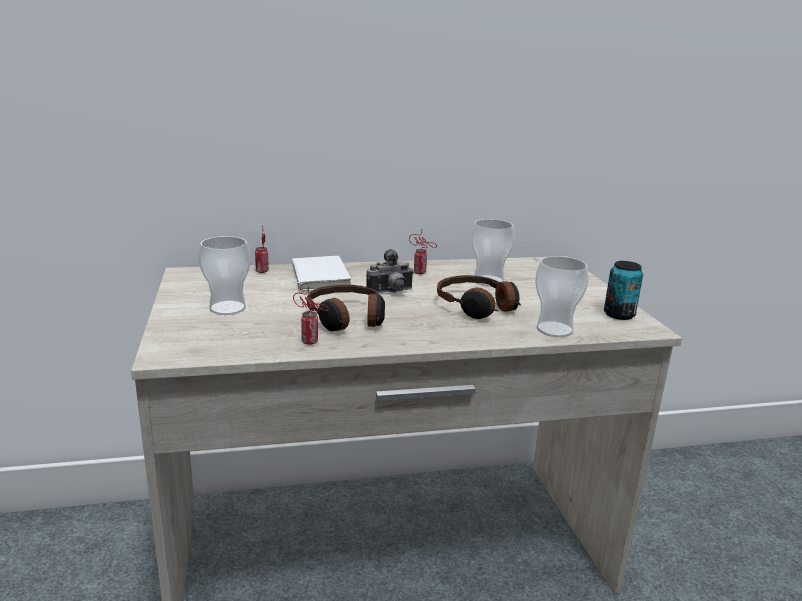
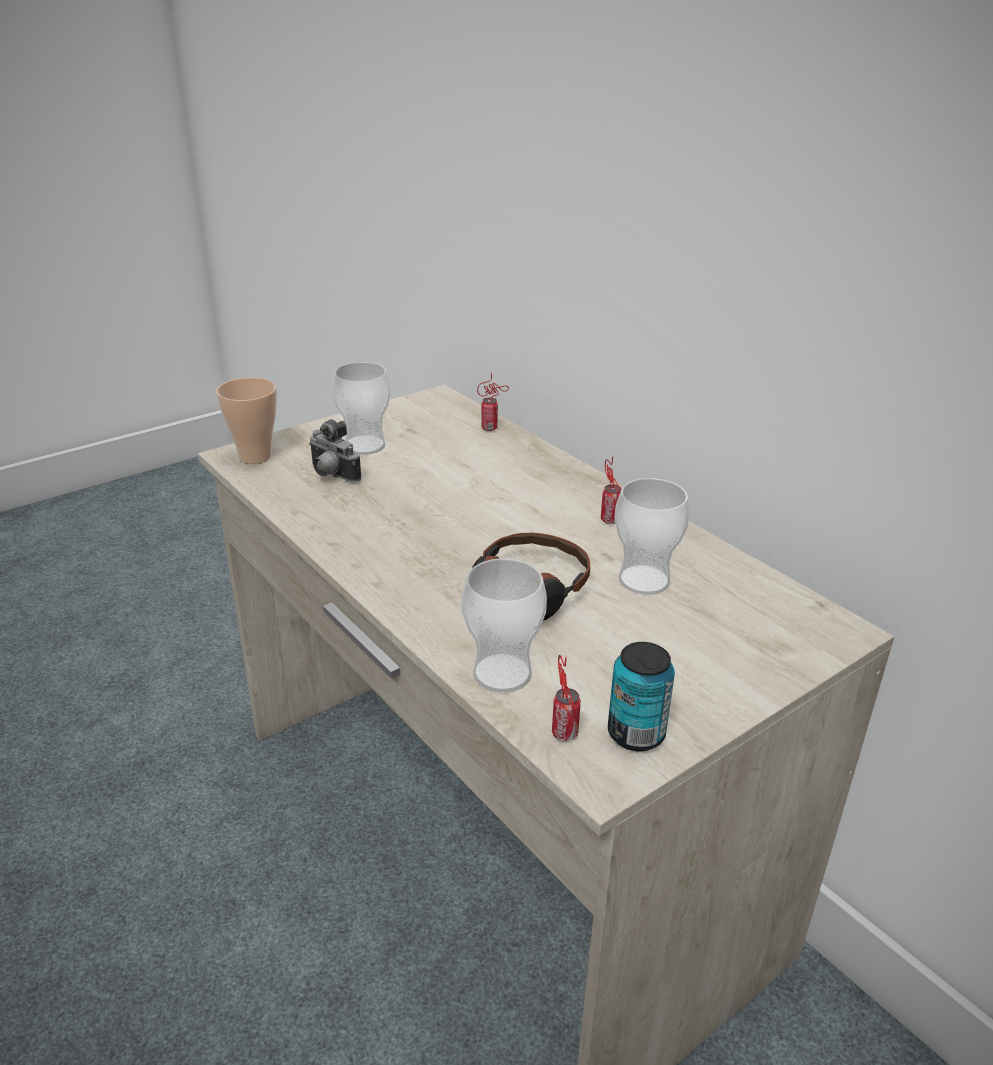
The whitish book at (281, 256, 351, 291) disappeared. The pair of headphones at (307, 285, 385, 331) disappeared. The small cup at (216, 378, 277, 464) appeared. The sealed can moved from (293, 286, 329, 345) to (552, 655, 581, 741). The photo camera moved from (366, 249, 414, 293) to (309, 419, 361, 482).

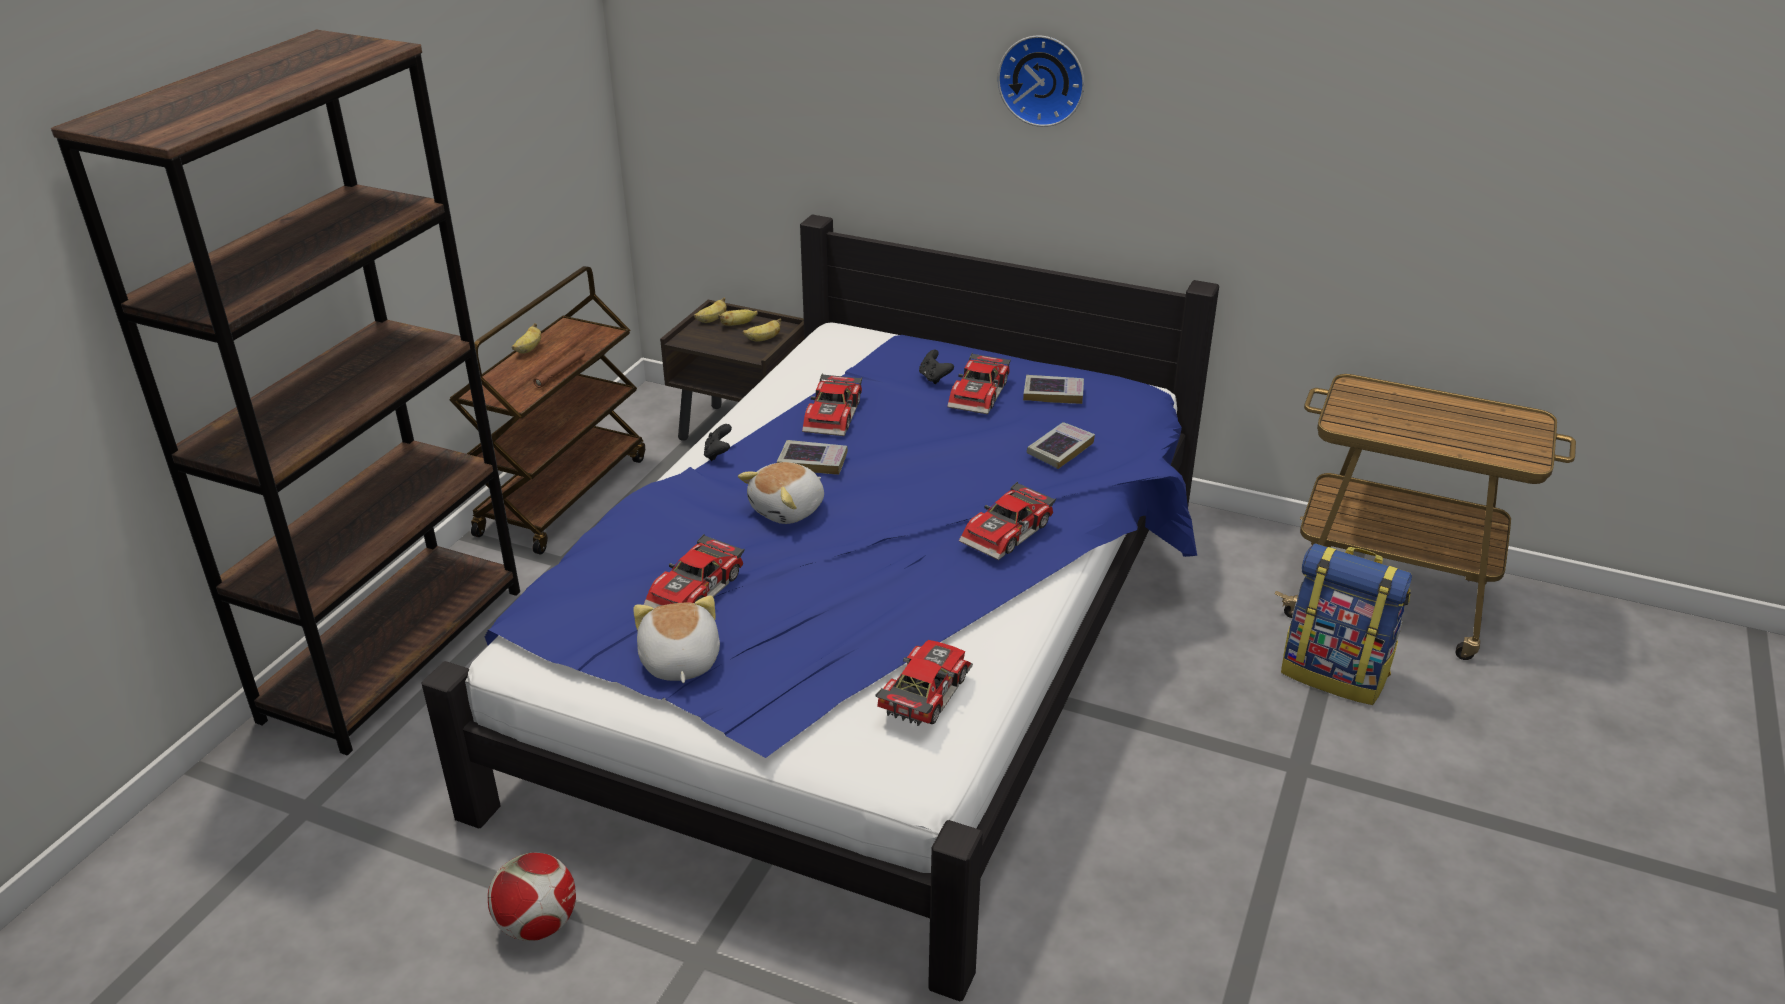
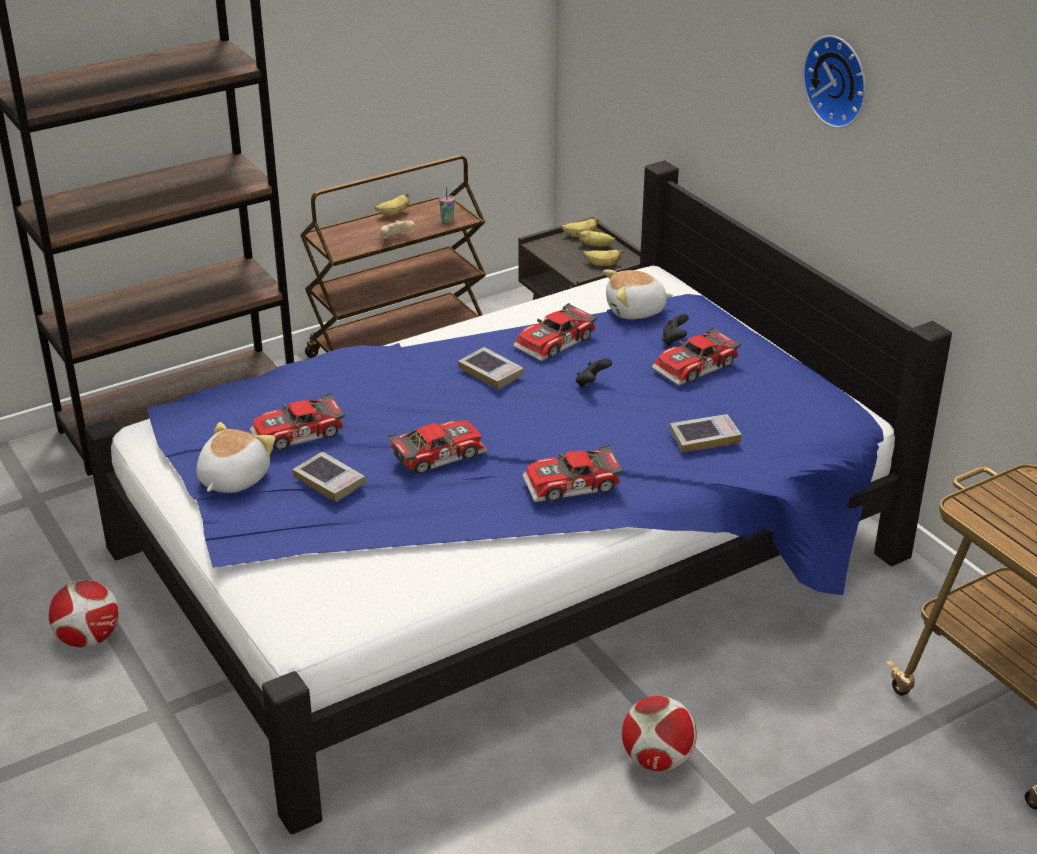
The knapsack at (1281, 543, 1412, 705) disappeared. The small cup at (439, 187, 454, 223) appeared. The ball for football at (622, 696, 697, 772) appeared. The black gamepad moved from (704, 424, 732, 461) to (576, 358, 612, 387). The soft toy moved from (738, 462, 824, 524) to (603, 269, 673, 319). The model car moved from (875, 640, 973, 726) to (387, 420, 488, 474). The book moved from (1023, 375, 1084, 404) to (292, 452, 366, 502). The brown flashlight at (533, 350, 585, 388) was replaced by the beige gamepad at (380, 220, 415, 239).

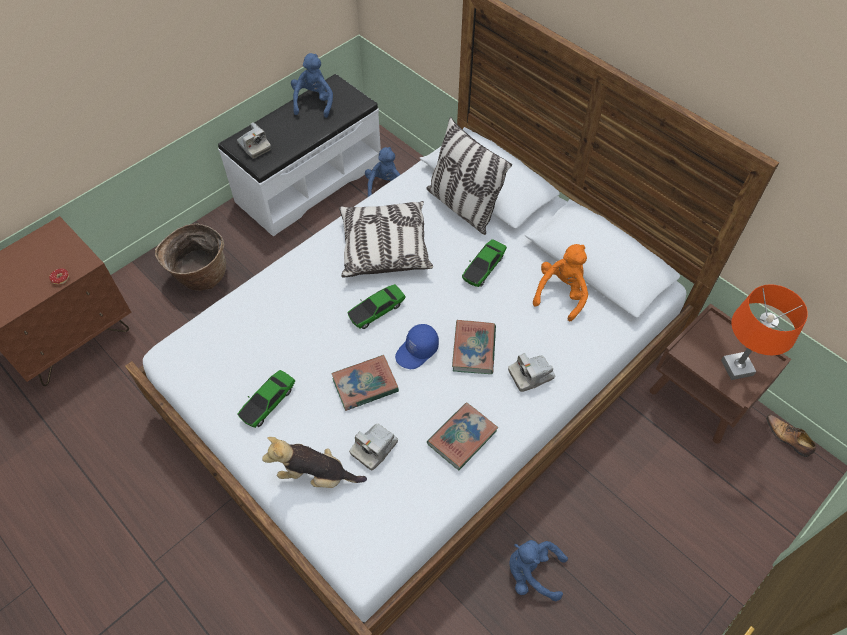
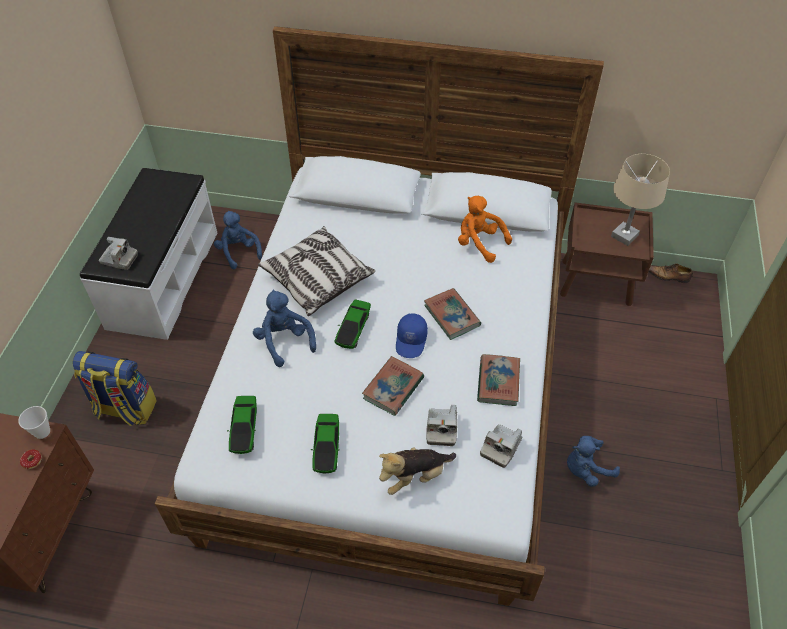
The pillow at (426, 117, 512, 235) disappeared. The small cup at (18, 406, 50, 439) appeared. The blue soft toy moved from (291, 53, 333, 118) to (253, 290, 316, 367). The model car moved from (462, 239, 507, 287) to (227, 396, 257, 454). The photo camera moved from (508, 353, 555, 392) to (480, 424, 522, 468). The household basket at (155, 224, 226, 290) was replaced by the knapsack at (73, 351, 157, 426). The orangey lamp for a table at (721, 284, 808, 380) became the beige lamp for a table at (611, 154, 670, 246). The orangey soft toy at (533, 244, 588, 321) turned 45 degrees counterclockwise.

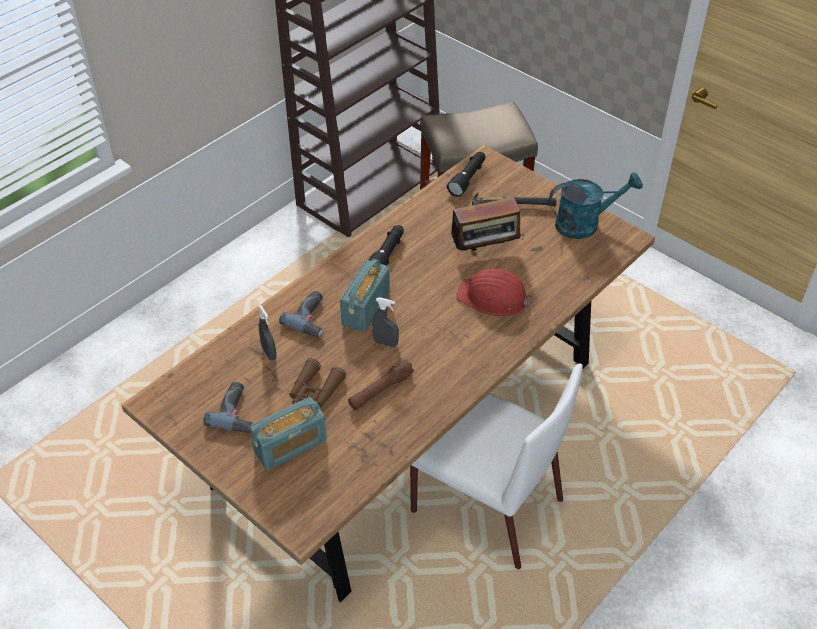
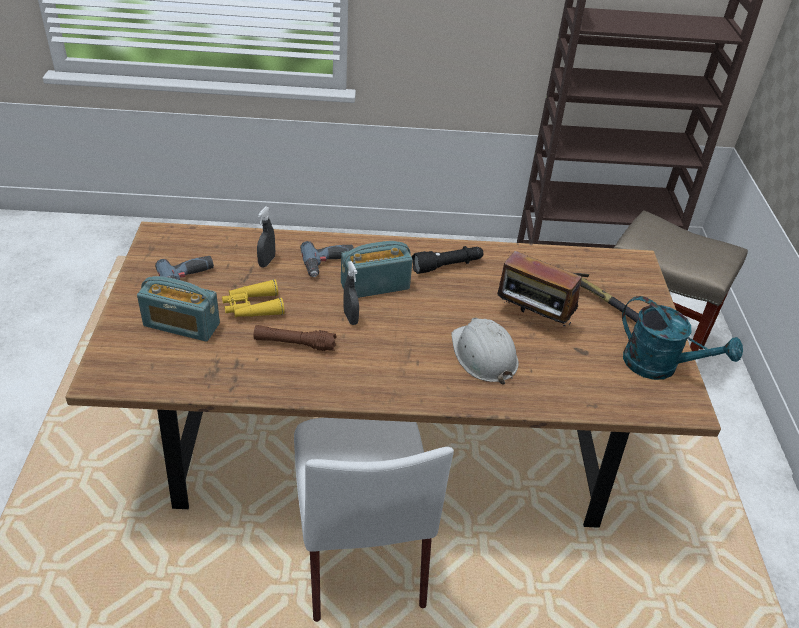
The black flashlight at (447, 152, 485, 197) disappeared. The brown binoculars at (289, 358, 346, 408) became the yellowish binoculars at (222, 279, 285, 318). The red work helmet at (456, 269, 533, 317) became the whitish work helmet at (451, 318, 519, 384).

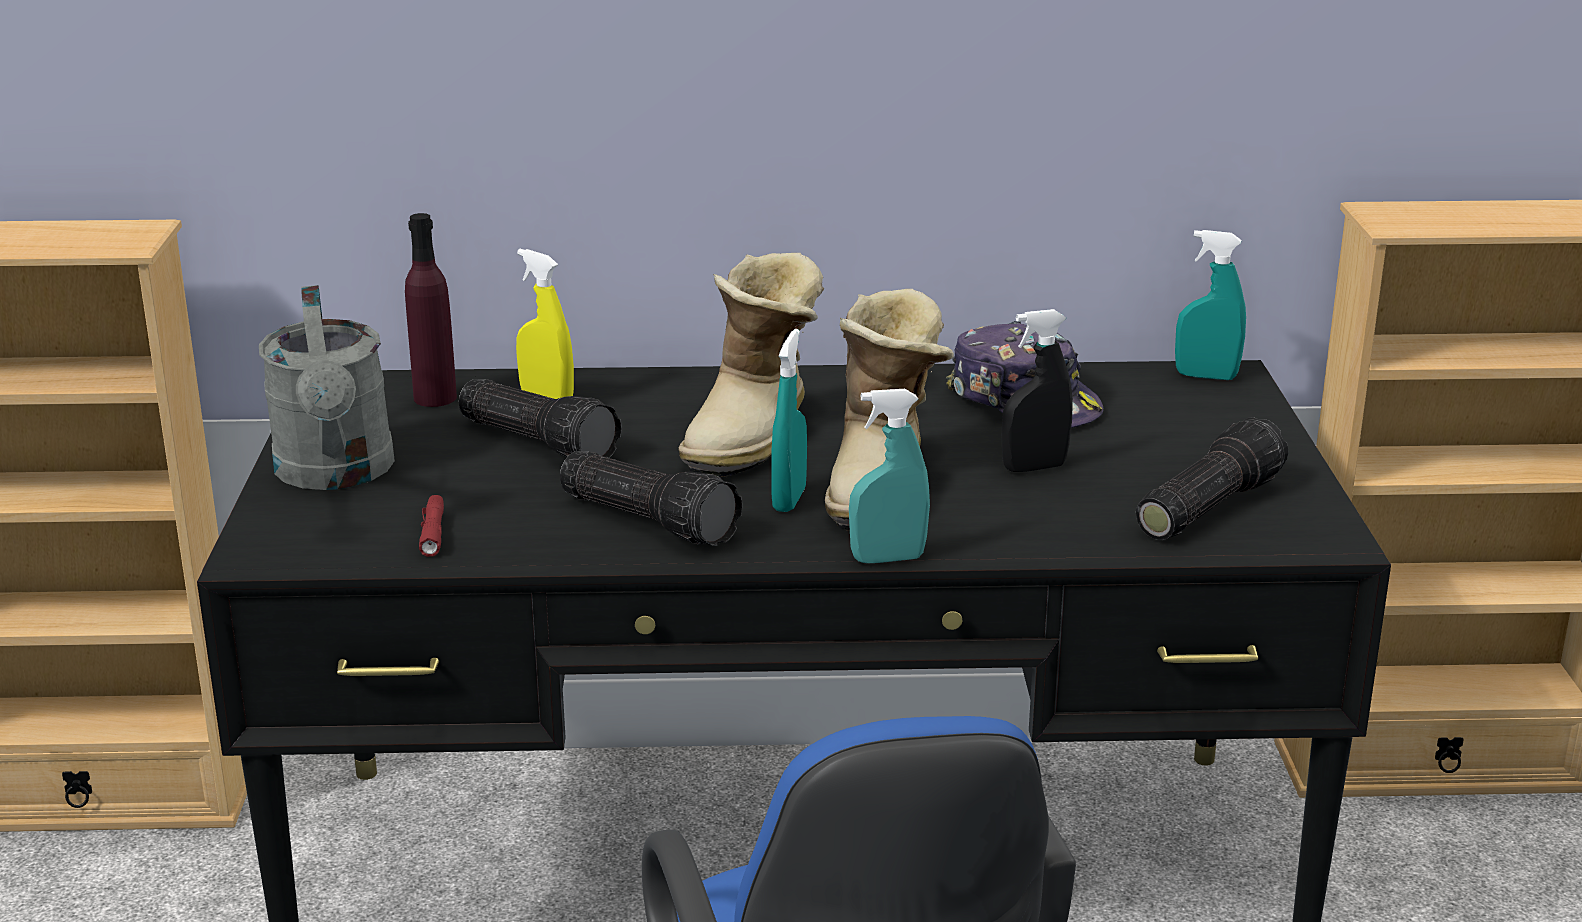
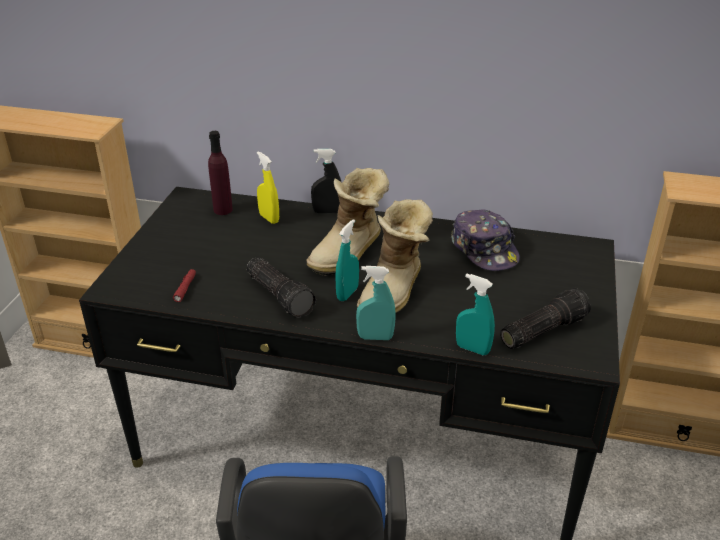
The grey watering pot at (259, 285, 395, 490) disappeared. The flashlight at (459, 379, 622, 458) disappeared. The black hand sprayer moved from (1001, 309, 1073, 472) to (311, 149, 341, 213). The turquoise-coloured hand sprayer moved from (1175, 230, 1246, 380) to (456, 273, 495, 355).

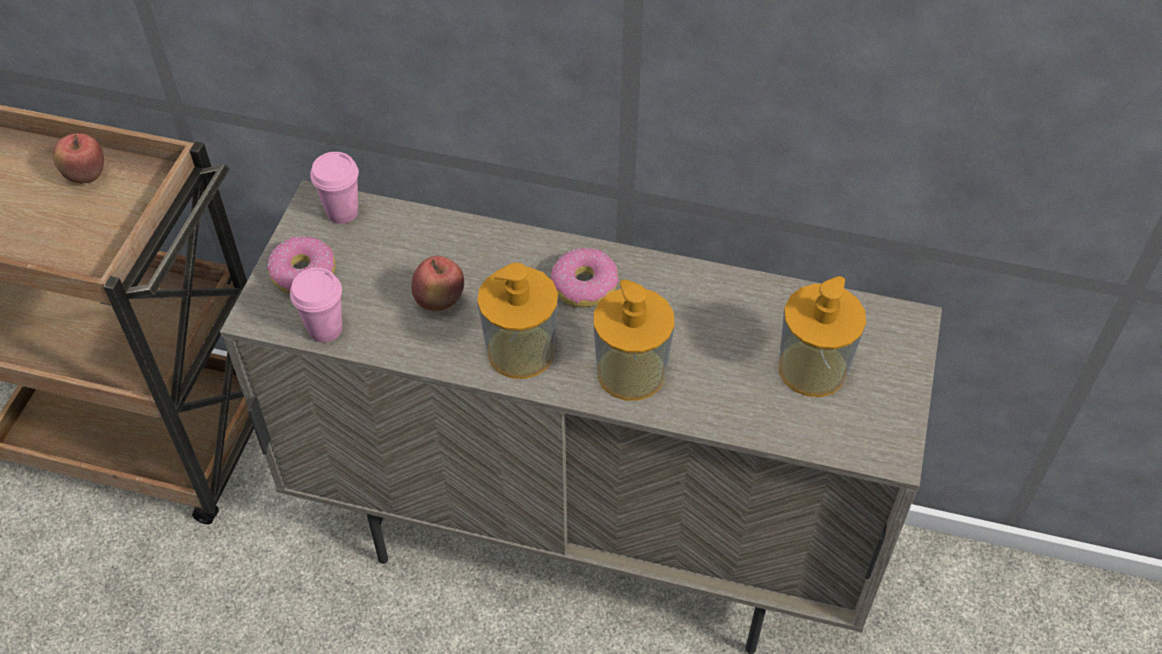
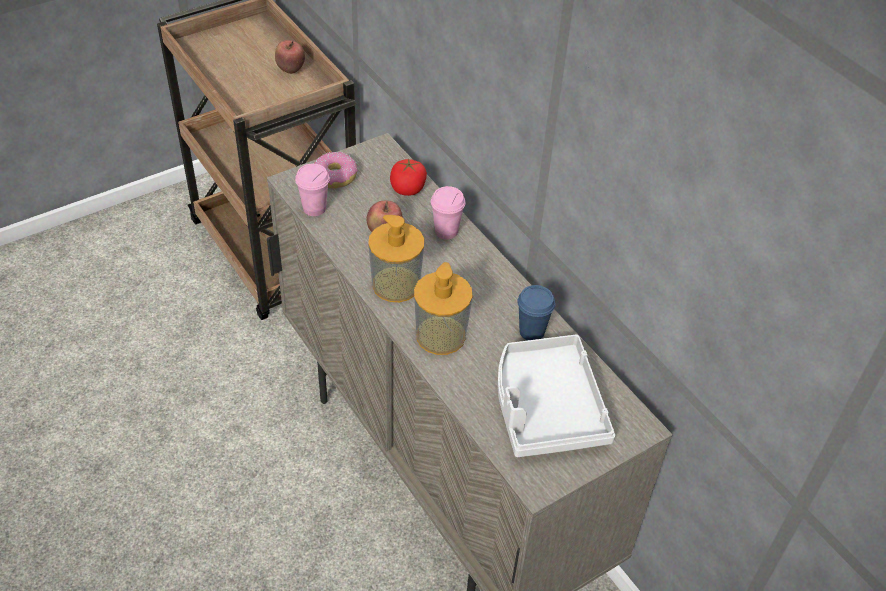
The donut at (551, 248, 619, 307) disappeared. The whole tomato at (390, 158, 427, 196) appeared. The blue small cup at (517, 285, 555, 340) appeared. The pink-coloured small cup moved from (310, 152, 359, 224) to (431, 186, 465, 239). The soap bottle at (779, 276, 866, 397) was replaced by the grey serving tray at (498, 335, 615, 457).

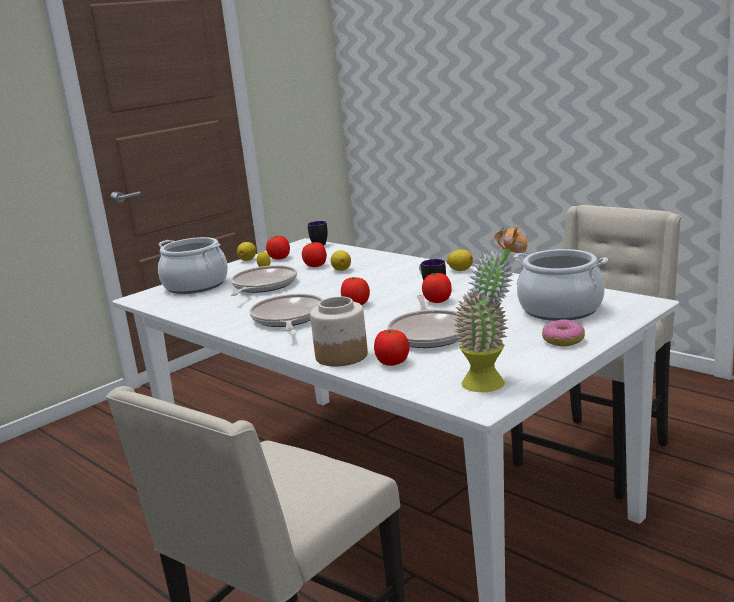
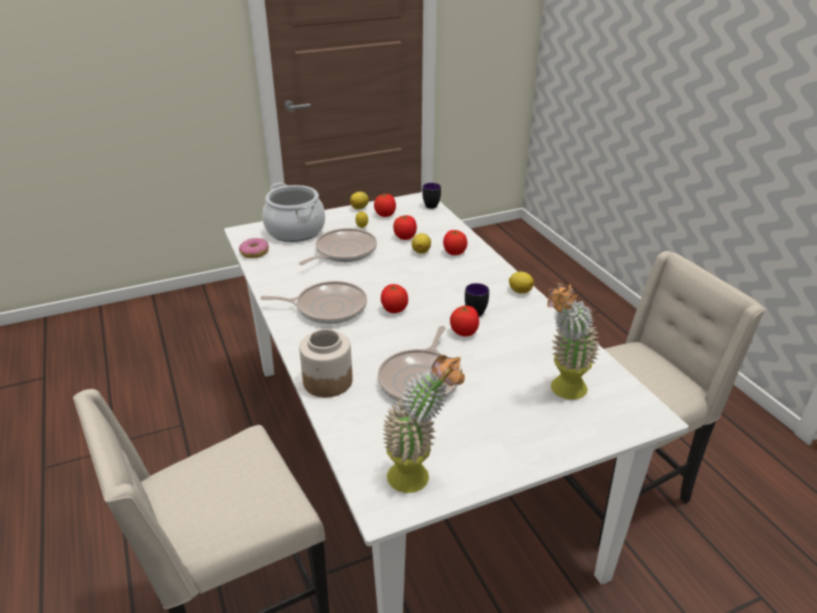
The whole tomato moved from (374, 329, 410, 366) to (443, 230, 467, 255). The donut moved from (542, 319, 585, 346) to (239, 238, 269, 258). The saucepot at (513, 249, 608, 321) was replaced by the plant in a pot at (546, 283, 600, 400). The pan at (249, 294, 323, 331) turned 75 degrees clockwise.

